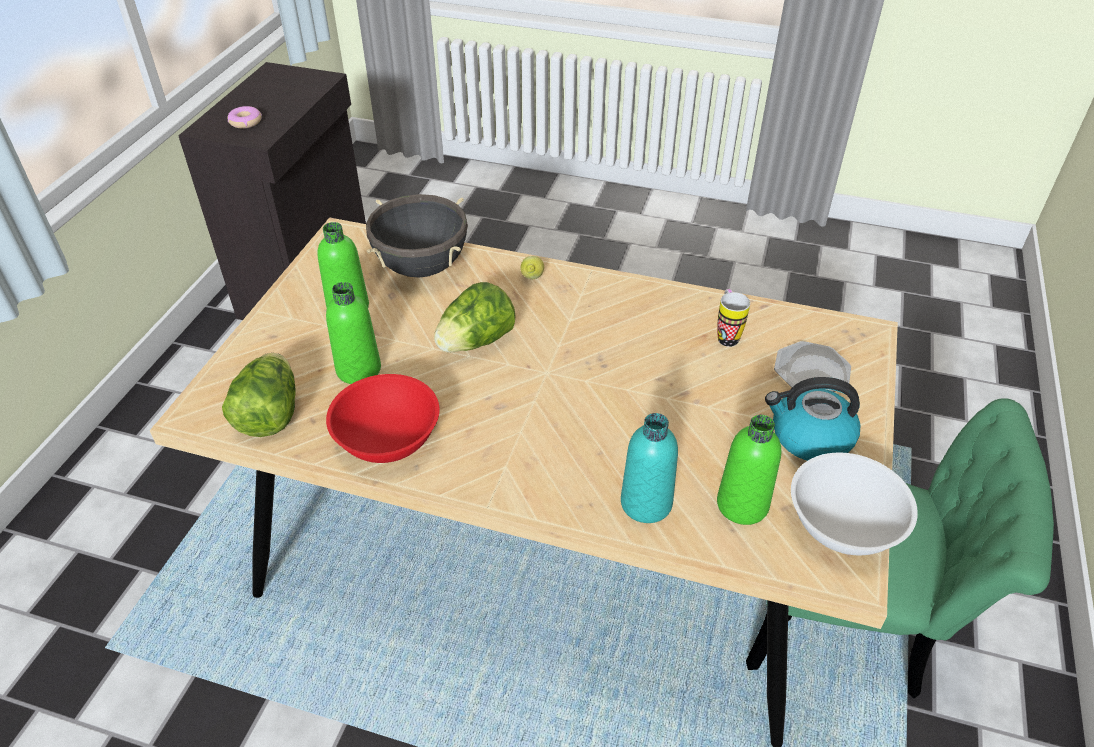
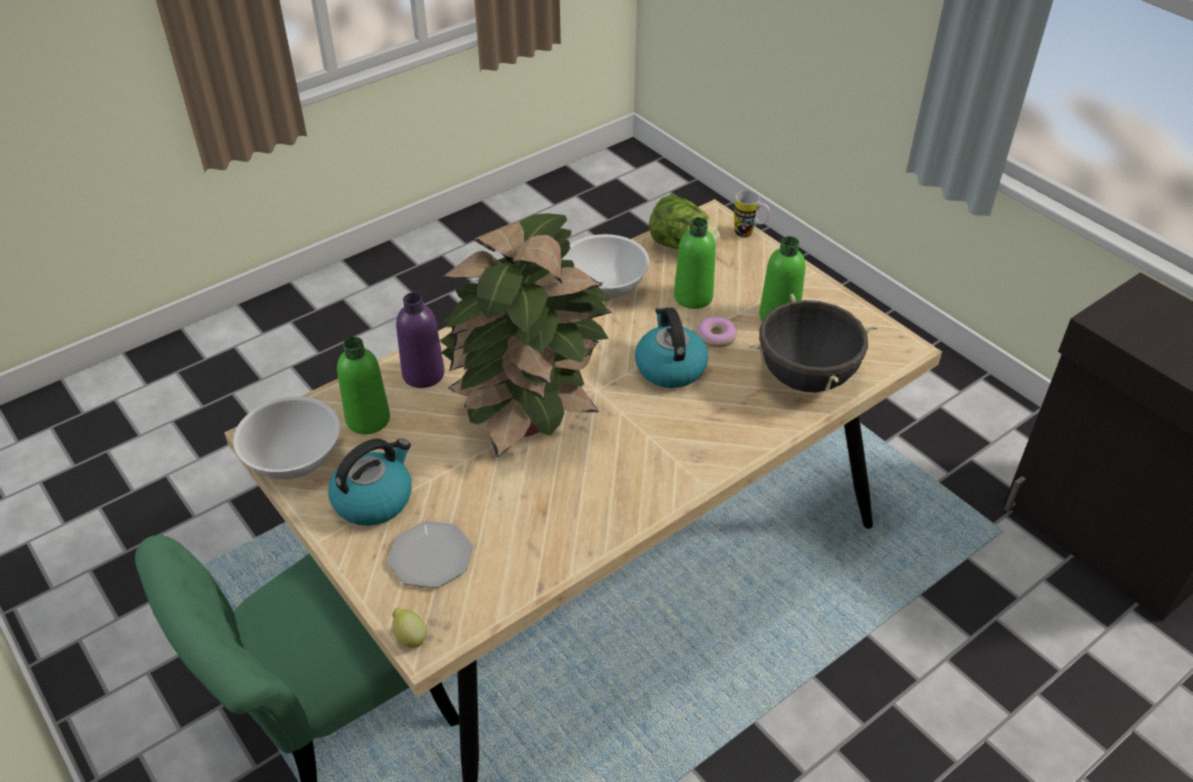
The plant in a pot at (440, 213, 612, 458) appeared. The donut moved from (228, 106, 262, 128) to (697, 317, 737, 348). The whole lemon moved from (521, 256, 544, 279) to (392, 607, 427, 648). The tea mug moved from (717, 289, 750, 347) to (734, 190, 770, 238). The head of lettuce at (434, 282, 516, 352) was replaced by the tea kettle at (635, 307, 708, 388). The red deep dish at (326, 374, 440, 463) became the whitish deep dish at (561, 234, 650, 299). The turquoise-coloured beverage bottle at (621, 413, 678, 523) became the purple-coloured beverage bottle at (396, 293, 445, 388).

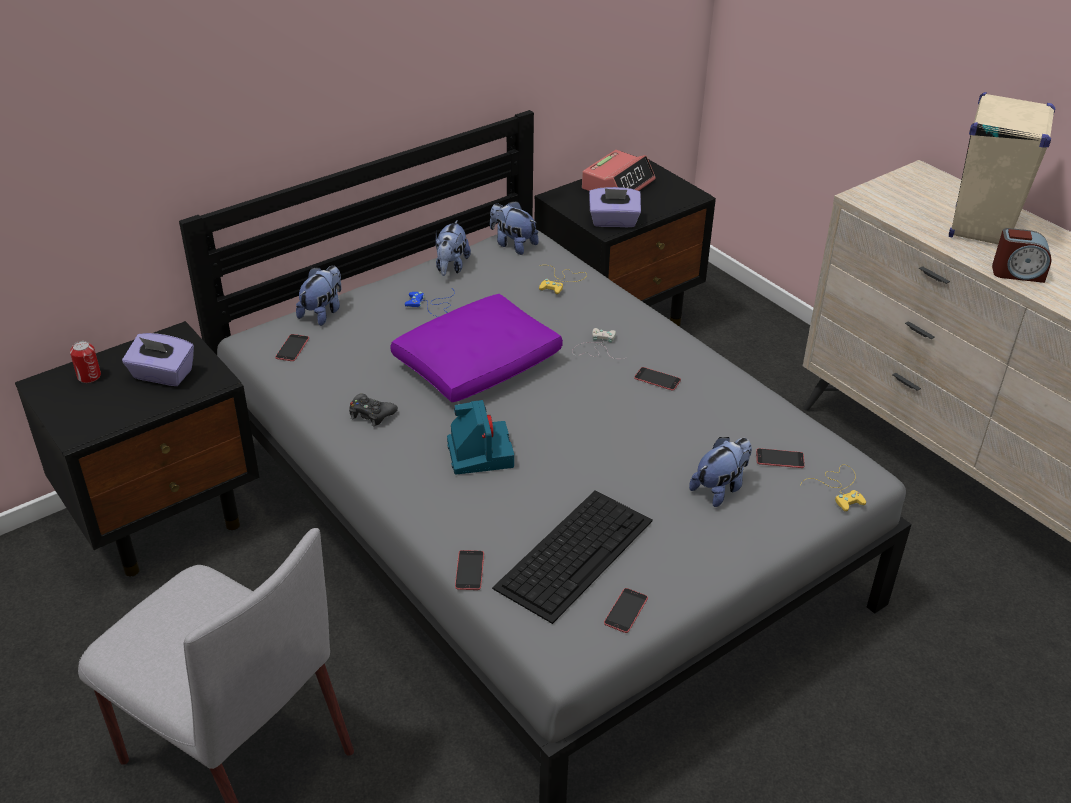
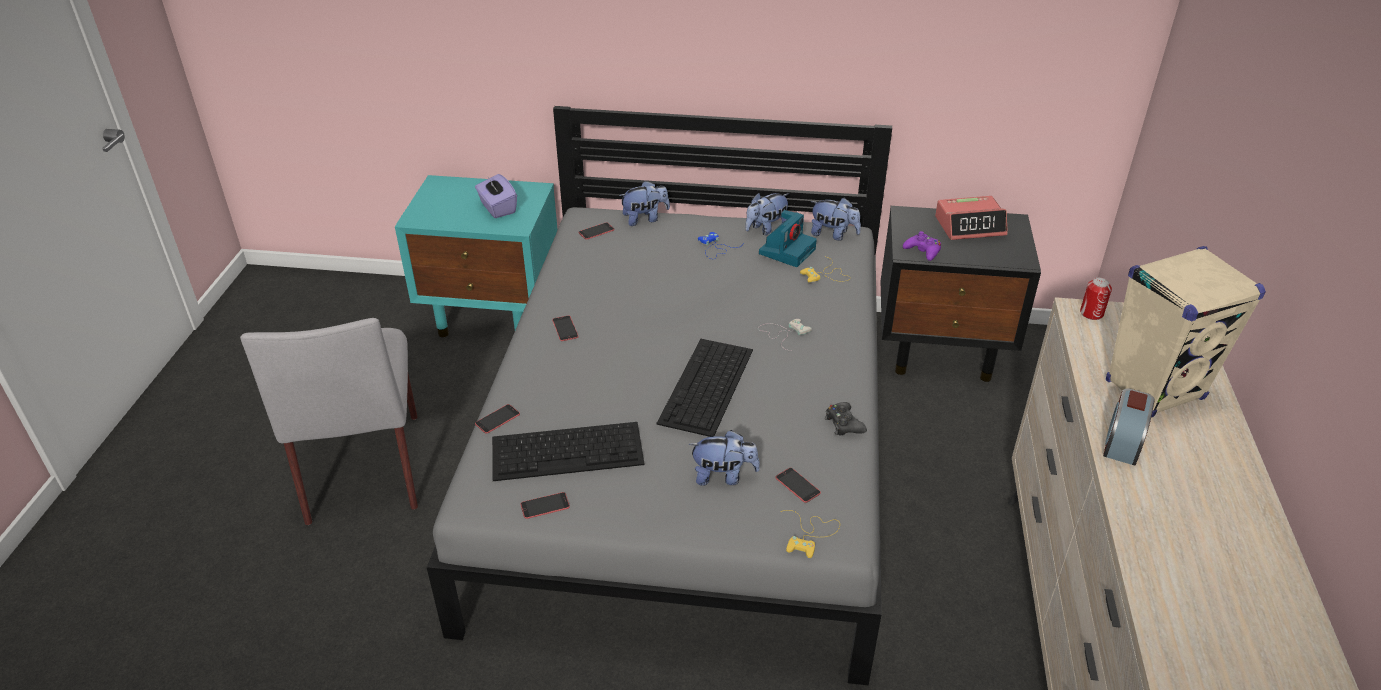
The purple-coloured pillow at (390, 294, 563, 402) disappeared. The PC keyboard at (656, 339, 753, 437) appeared. The sealed can moved from (70, 341, 101, 383) to (1080, 278, 1112, 320). The black gamepad moved from (349, 393, 398, 426) to (825, 402, 867, 436). The photo camera moved from (447, 400, 514, 475) to (759, 210, 817, 267). The handset moved from (634, 367, 681, 391) to (552, 316, 579, 341). The purple-coloured box of tissues at (589, 187, 641, 227) was replaced by the purple-coloured gamepad at (903, 231, 941, 261). The black night table at (15, 321, 260, 577) became the turquoise-coloured night table at (395, 175, 558, 337). The soft toy at (490, 201, 539, 255) turned 120 degrees clockwise. The table clock at (992, 228, 1052, 283) turned 60 degrees clockwise.

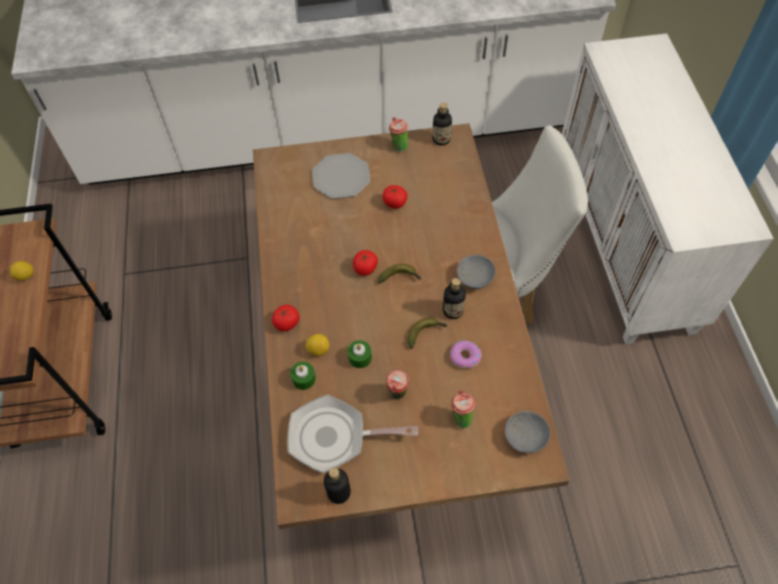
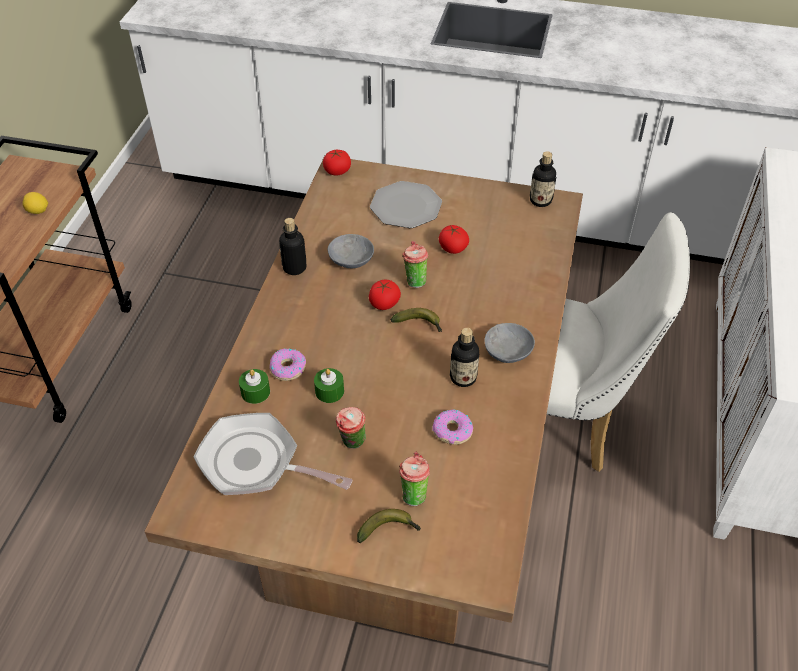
The whole tomato moved from (272, 305, 300, 331) to (323, 150, 351, 176). The beverage bottle moved from (324, 468, 351, 504) to (279, 218, 306, 275). The small cup moved from (389, 117, 408, 151) to (402, 241, 428, 288). The banana fruit moved from (407, 318, 447, 349) to (357, 509, 421, 543). The grey deep dish moved from (505, 411, 551, 453) to (328, 234, 374, 268). The whole lemon at (306, 334, 329, 356) was replaced by the donut at (269, 349, 306, 381).

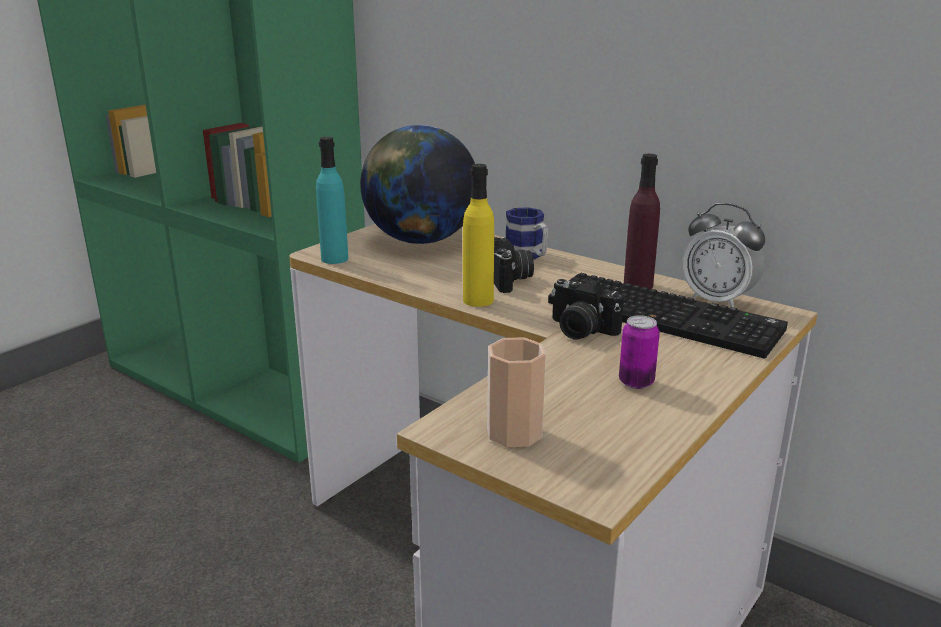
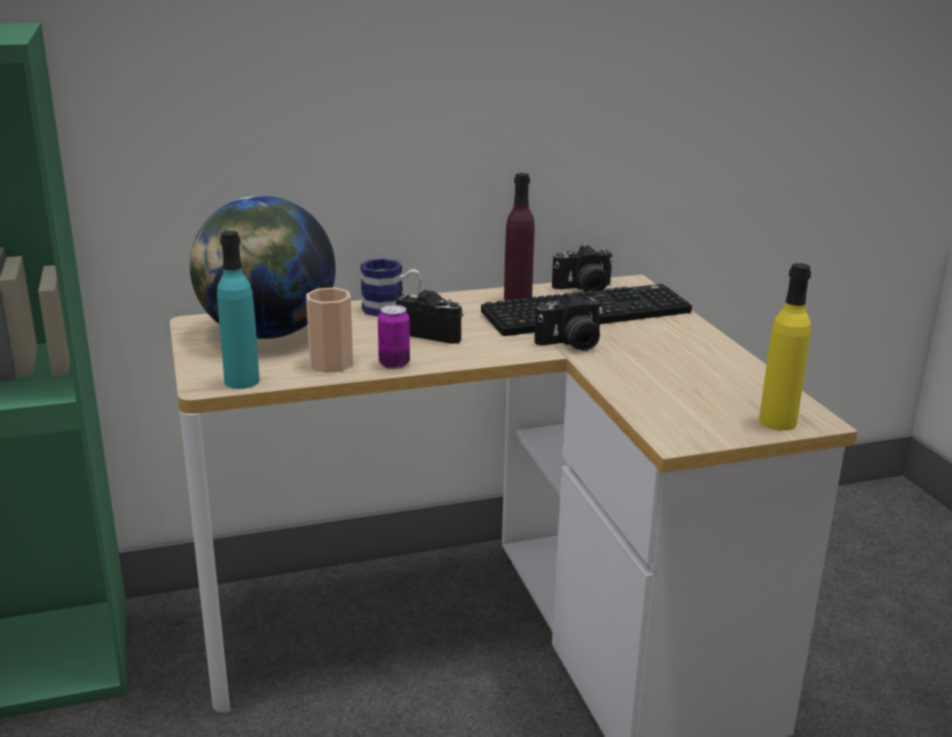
The yellowish beverage bottle moved from (463, 164, 494, 307) to (759, 263, 811, 431). The small cup moved from (487, 337, 546, 448) to (306, 287, 353, 373). The sealed can moved from (619, 315, 660, 389) to (378, 305, 410, 369). The table clock at (682, 203, 765, 308) was replaced by the photo camera at (552, 245, 613, 292).

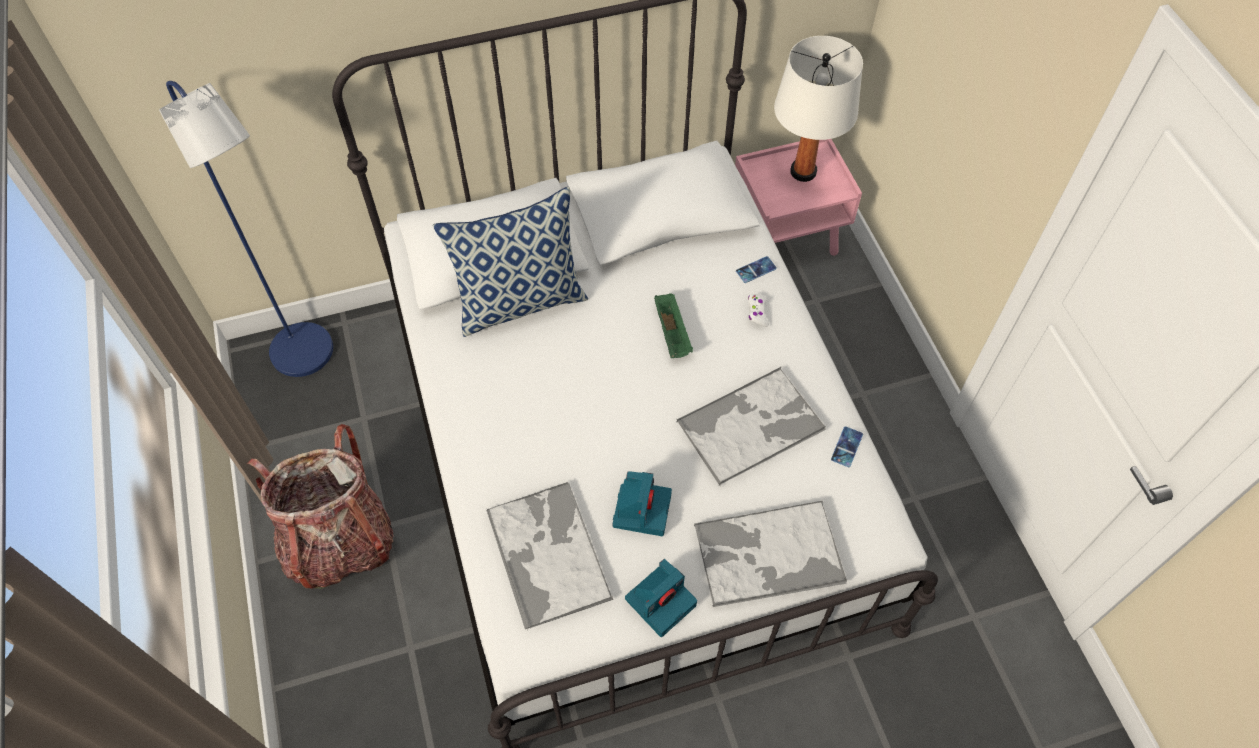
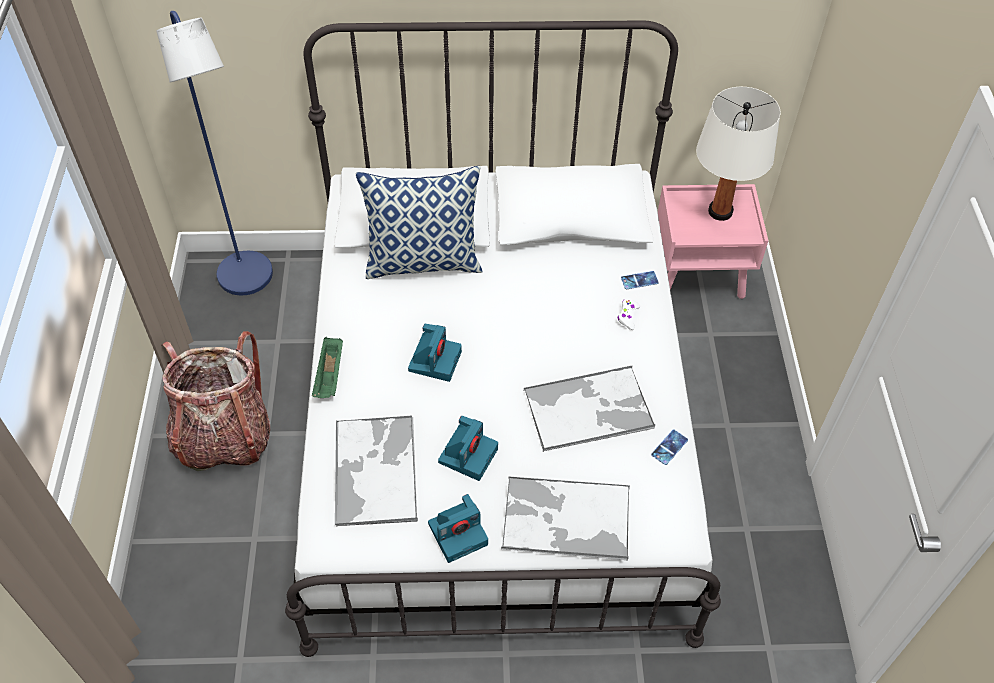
The photo camera at (408, 324, 462, 382) appeared. The green-coloured serving tray moved from (654, 293, 693, 358) to (312, 337, 343, 398).

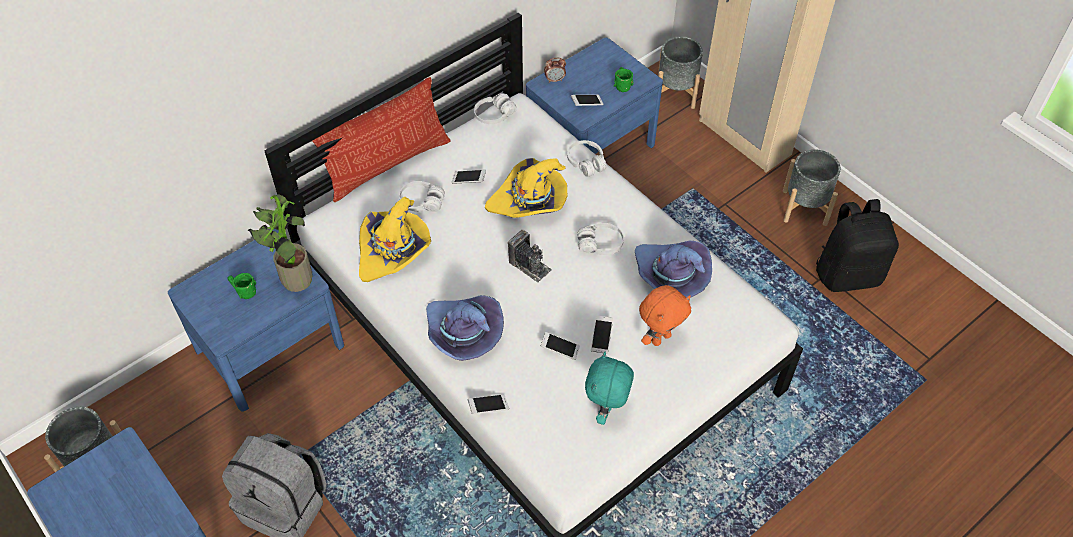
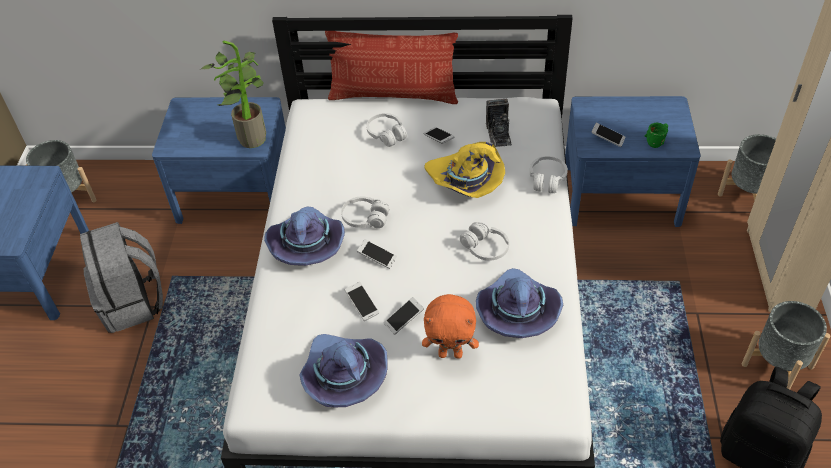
The green-coloured tea mug at (228, 273, 256, 299) disappeared. The yellowish clothing hat at (359, 197, 431, 282) disappeared. The table clock at (544, 58, 566, 83) disappeared. The handset moved from (468, 394, 509, 415) to (357, 239, 397, 269). The whitish pair of headphones moved from (474, 93, 517, 124) to (341, 196, 389, 228). The photo camera moved from (508, 230, 552, 283) to (486, 99, 512, 147). The turquoise-coloured soft toy at (585, 351, 634, 425) was replaced by the purple-coloured clothing hat at (300, 334, 388, 407).

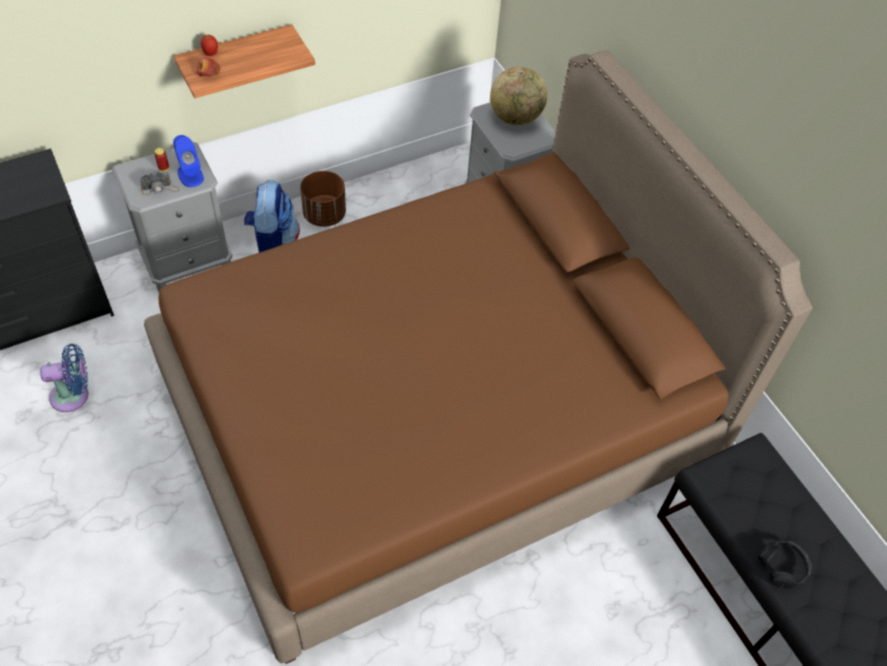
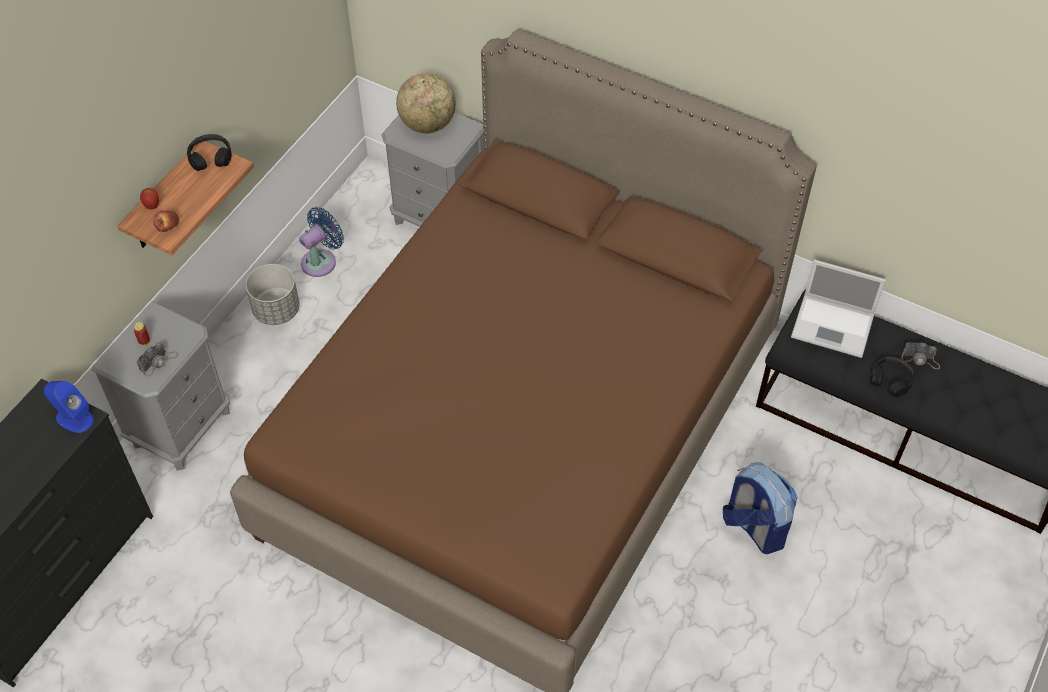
The black pair of headphones at (187, 134, 232, 171) appeared. The portable computer at (791, 259, 886, 358) appeared. The photo camera at (902, 342, 940, 369) appeared. The blue fan moved from (40, 344, 88, 412) to (299, 207, 344, 277). The blue audio speaker moved from (173, 135, 204, 187) to (44, 381, 94, 433). The knapsack moved from (244, 180, 300, 253) to (723, 462, 797, 554). The brown flower pot at (300, 171, 346, 227) became the grey flower pot at (246, 264, 300, 325).

